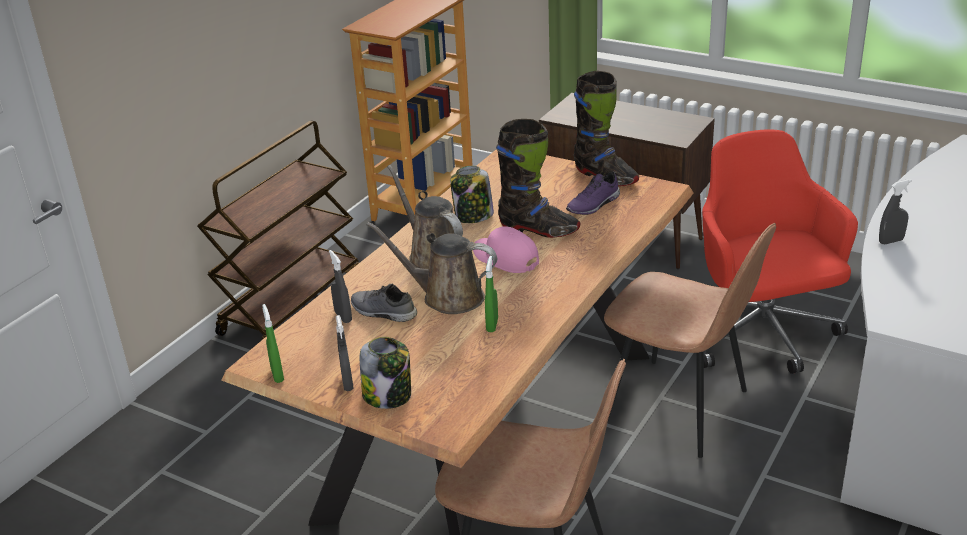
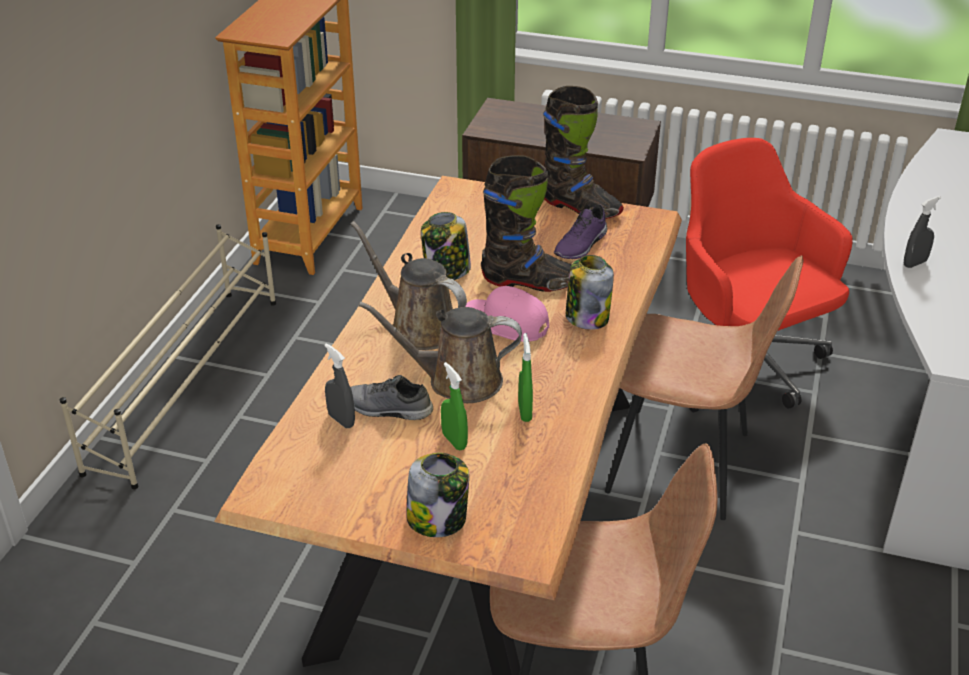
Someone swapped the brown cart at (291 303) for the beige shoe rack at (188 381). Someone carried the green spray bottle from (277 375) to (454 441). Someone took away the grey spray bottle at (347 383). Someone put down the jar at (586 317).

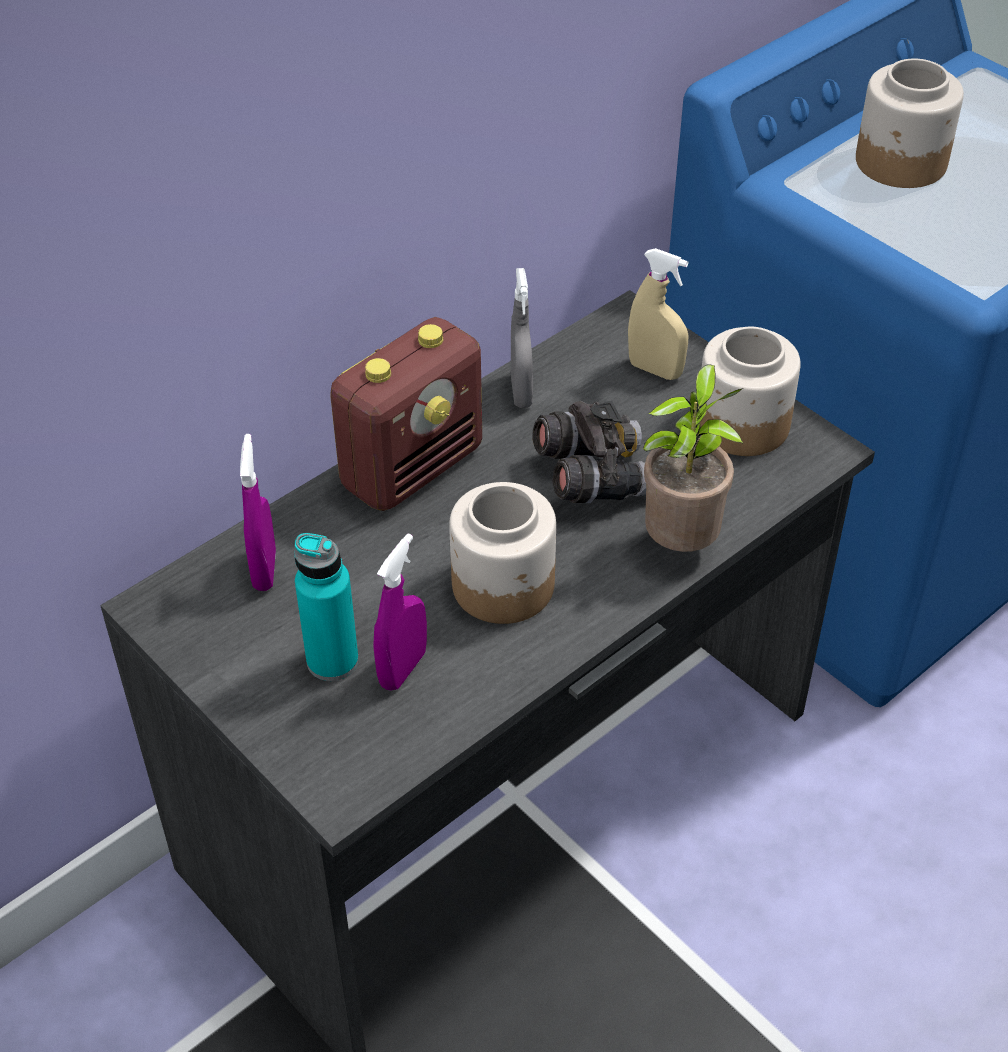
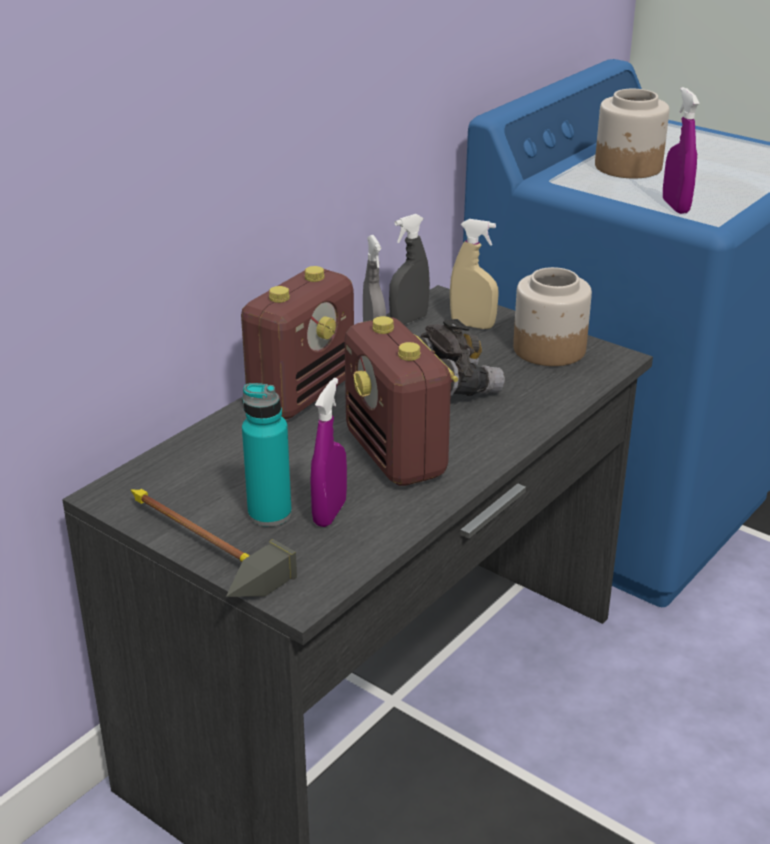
Someone took away the potted plant at (682 543). Someone carried the purple spray bottle from (264 570) to (675 206). Someone swapped the jar at (504 586) for the radio at (397 456). Someone put down the grey spray bottle at (408 320). Someone put down the hammer at (192 549).

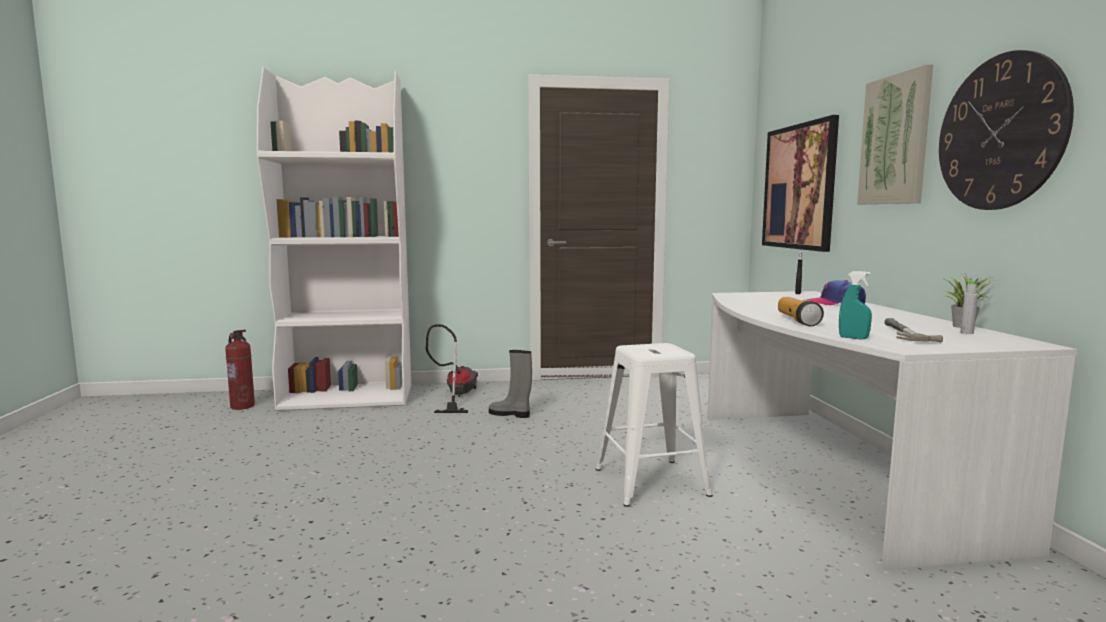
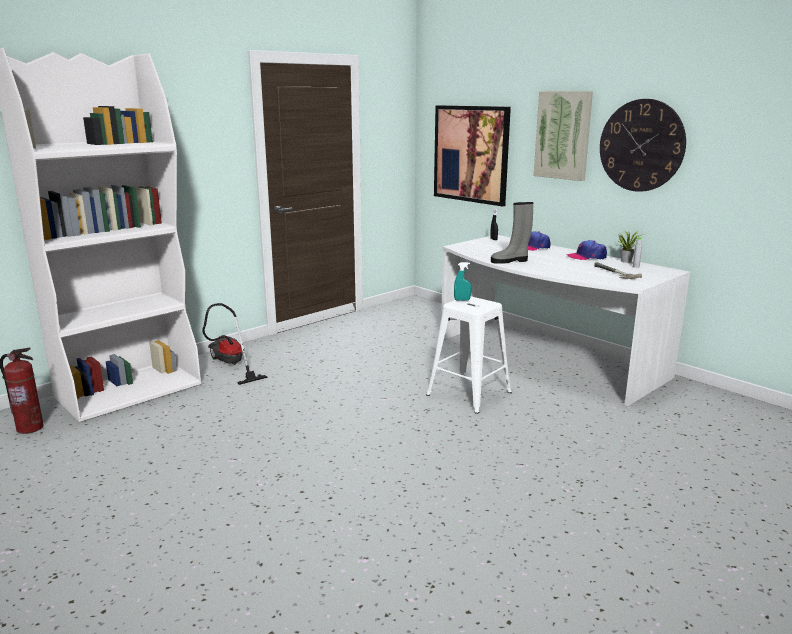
Someone carried the turquoise spray bottle from (853 338) to (462 300). Someone took away the flashlight at (797 321). Someone carried the grey boot from (510 414) to (510 261). Someone put down the cap at (586 257).

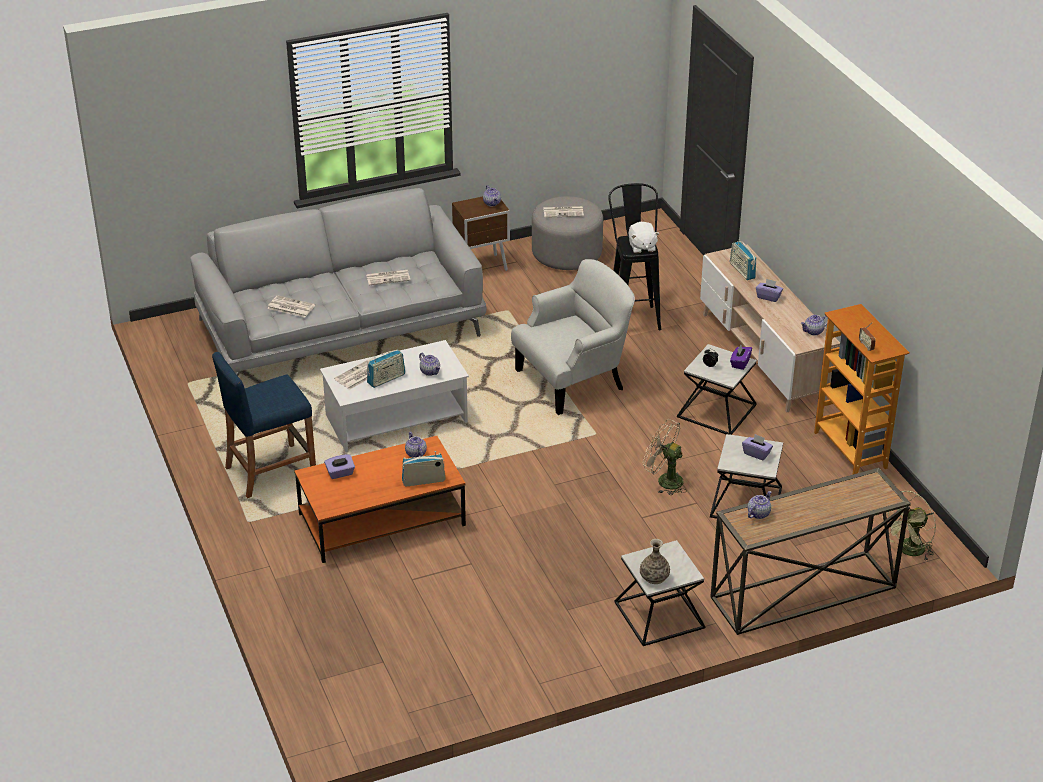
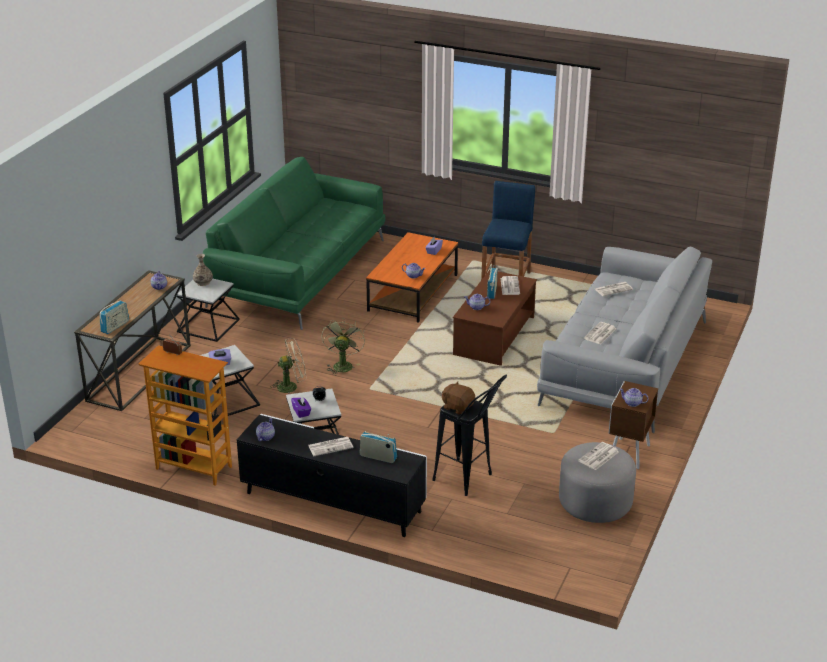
Someone repainted the white plush toy at (642 247), which became the brown plush toy at (458 407). Someone repainted the beige tv stand at (763 357), which became the black tv stand at (333 502). Someone took away the white armchair at (573 380). Someone swapped the purple tissue box at (768 297) for the newspaper at (331 446). Someone repainted the white coffee table at (397 418), which became the brown coffee table at (494 336). Someone carried the radio from (423 481) to (115 326). Someone carried the green fan from (908 551) to (342 364). Someone put down the green sofa at (299 272).

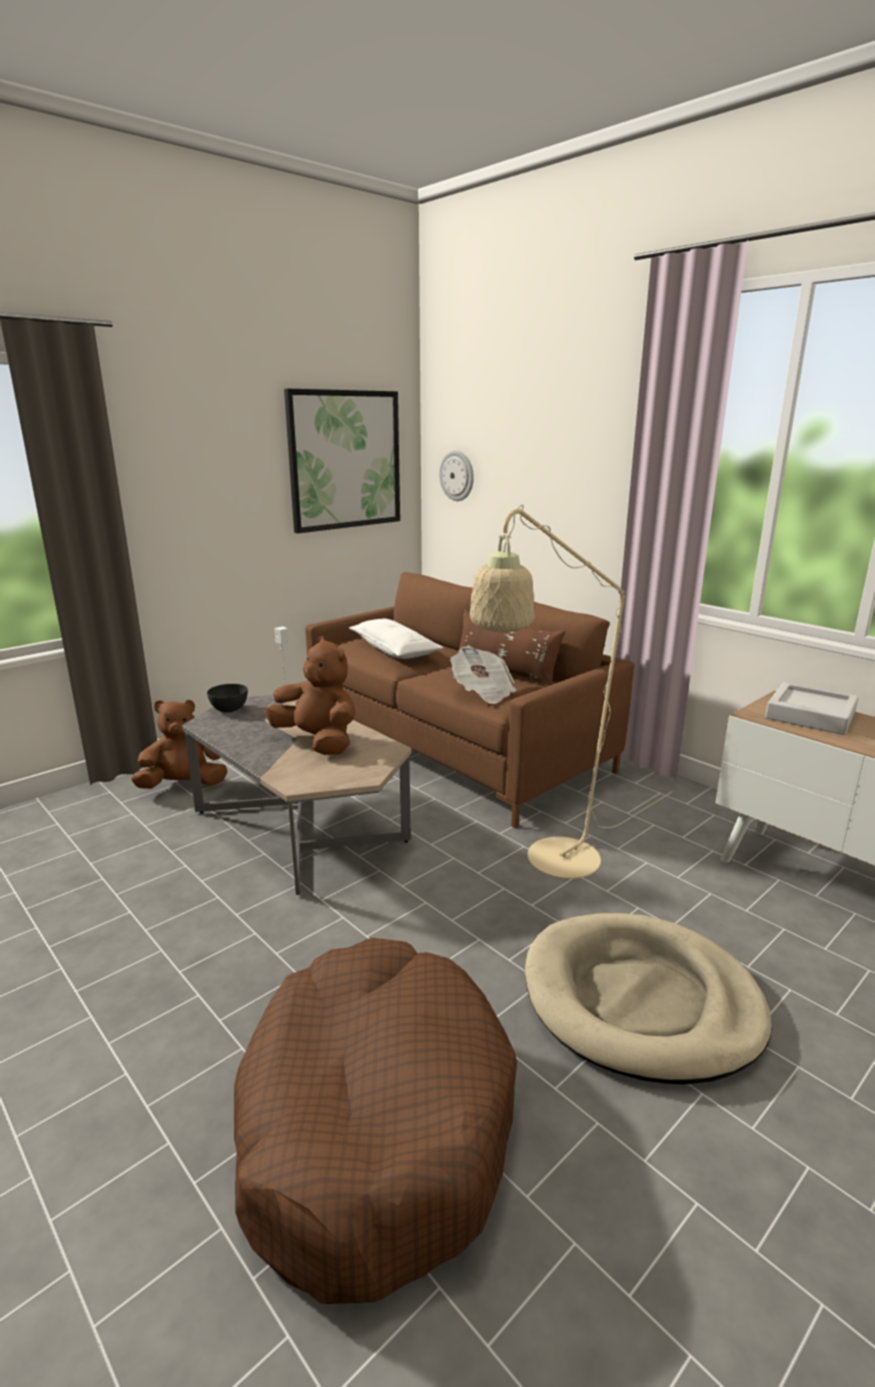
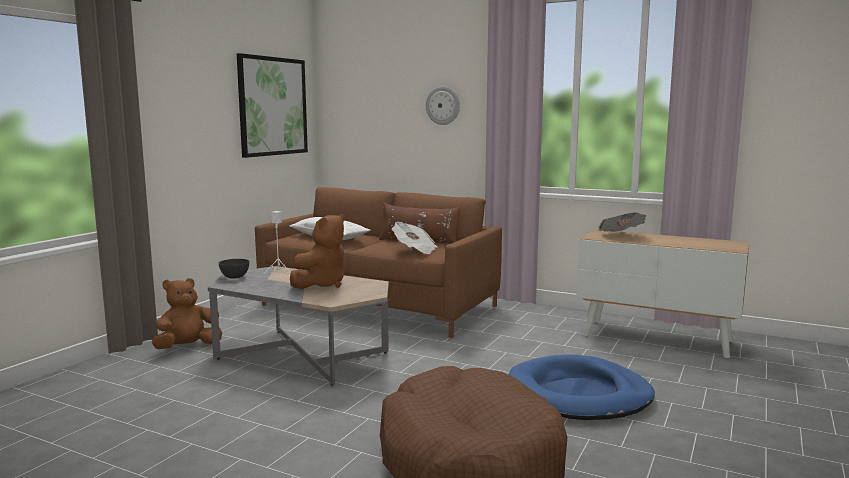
Someone carried the wall clock from (457 475) to (443 105). Someone took away the beige floor lamp at (551 865). Someone rotated the brown plush toy at (318 742) by 105 degrees clockwise. Someone swapped the grey tray at (810 715) for the newspaper at (620 235). Someone repainted the beige dog bed at (641 1001), which became the blue dog bed at (579 394).

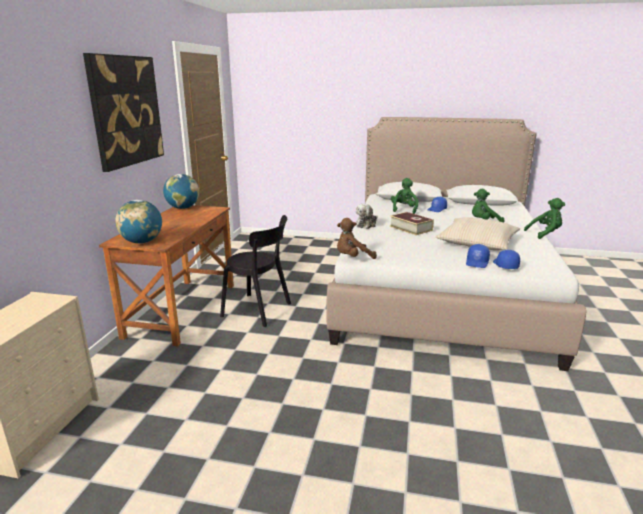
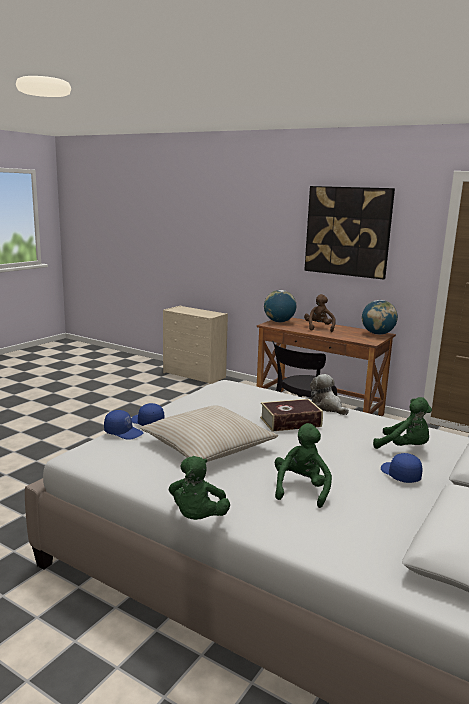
Someone carried the brown plush toy from (353 258) to (319 328).

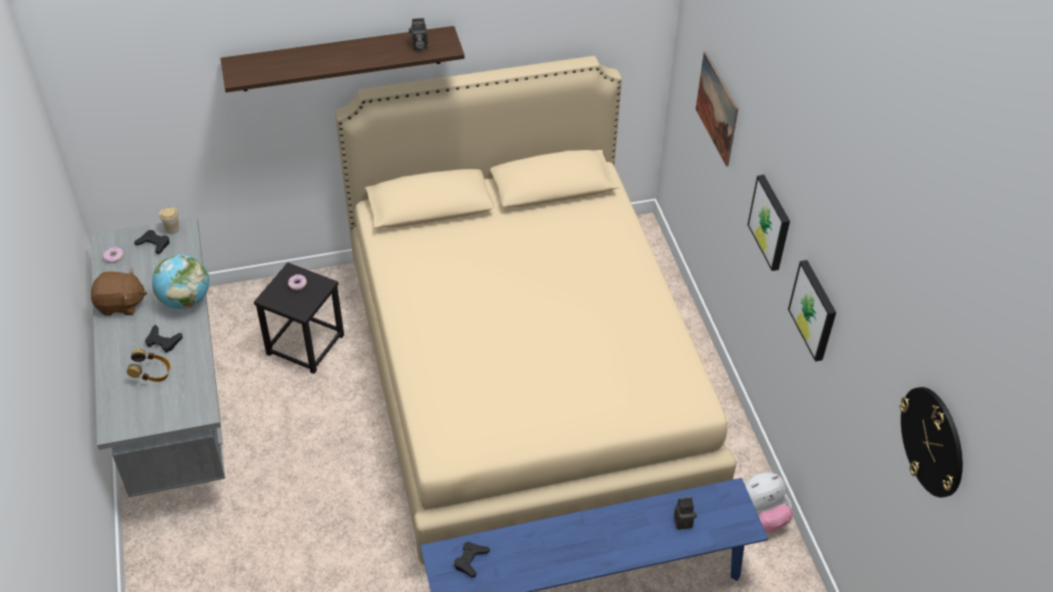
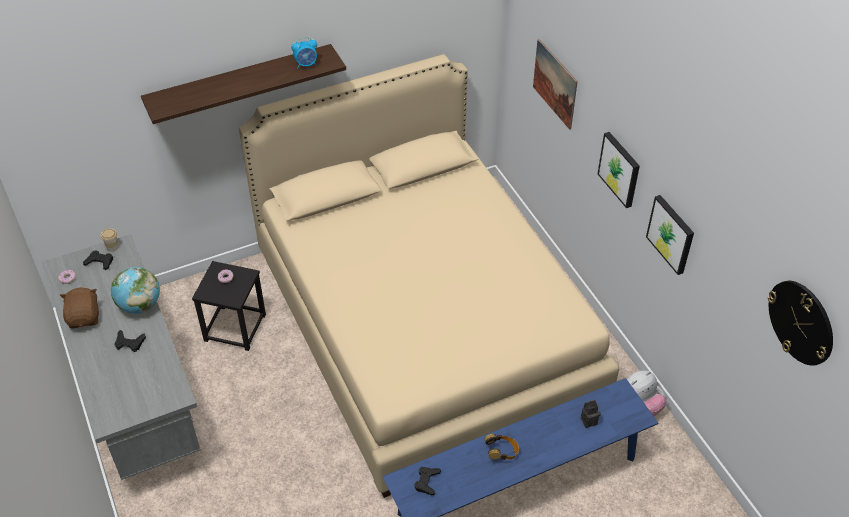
Someone swapped the photo camera at (418 46) for the alarm clock at (306 64). Someone rotated the brown plush toy at (121 304) by 90 degrees counterclockwise. Someone carried the headphones from (152 374) to (502 452).

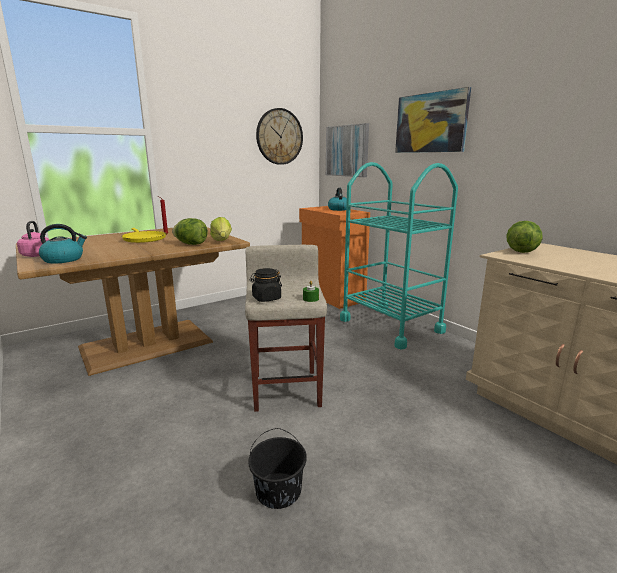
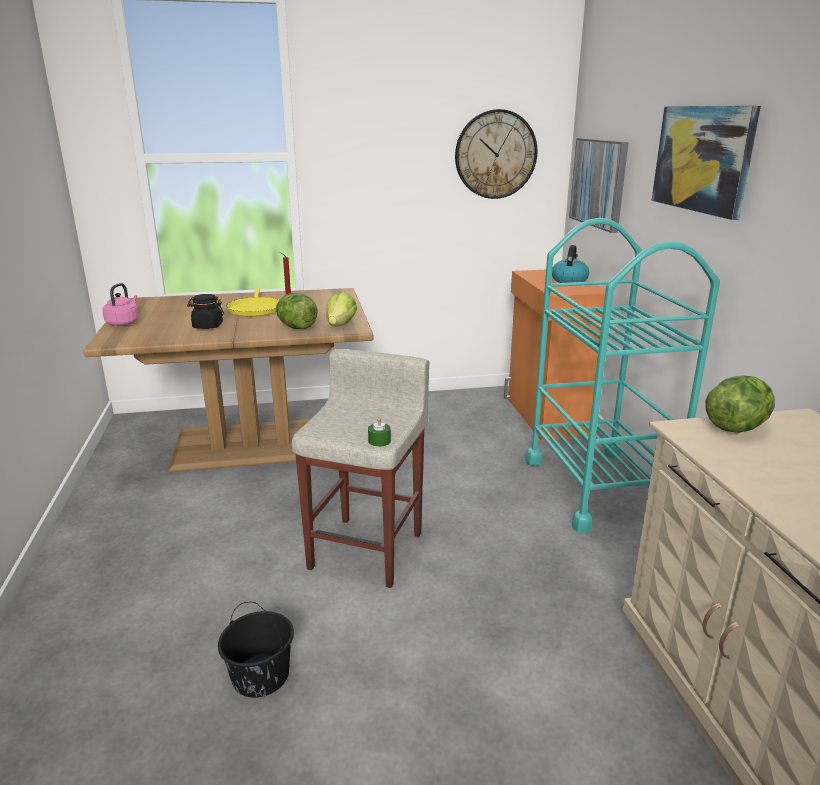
Someone took away the kettle at (64 259). Someone carried the black jar from (266 298) to (207 326).

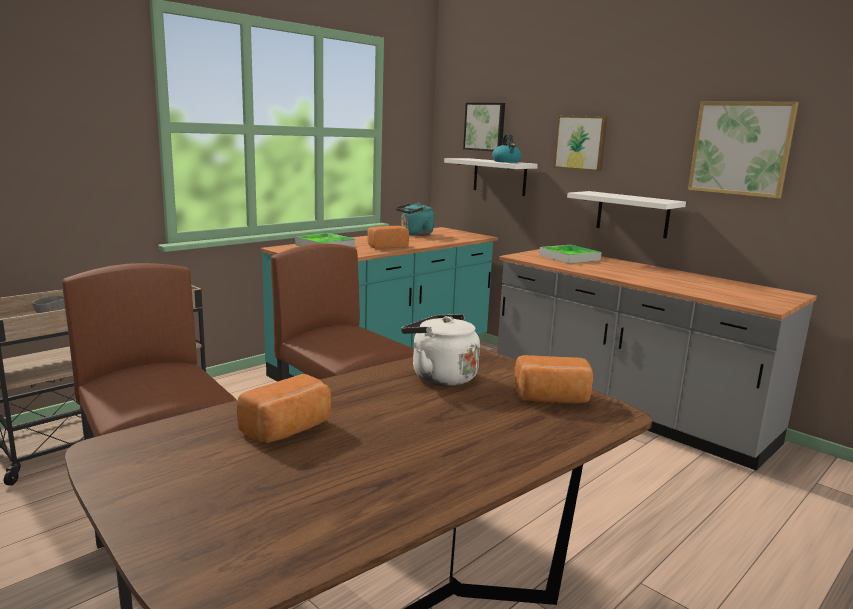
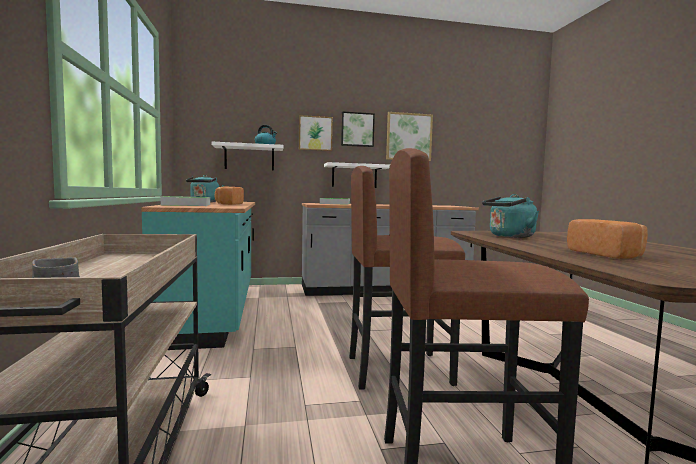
Someone carried the picture from (485 127) to (357 129). Someone repainted the white kettle at (440 376), which became the turquoise kettle at (509 236). Someone took away the bread at (552 399).

